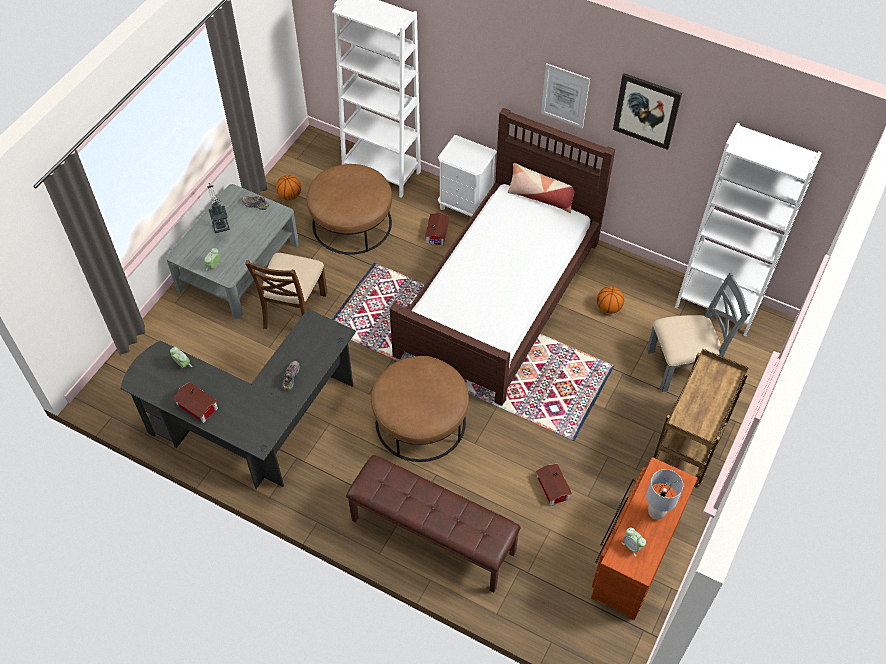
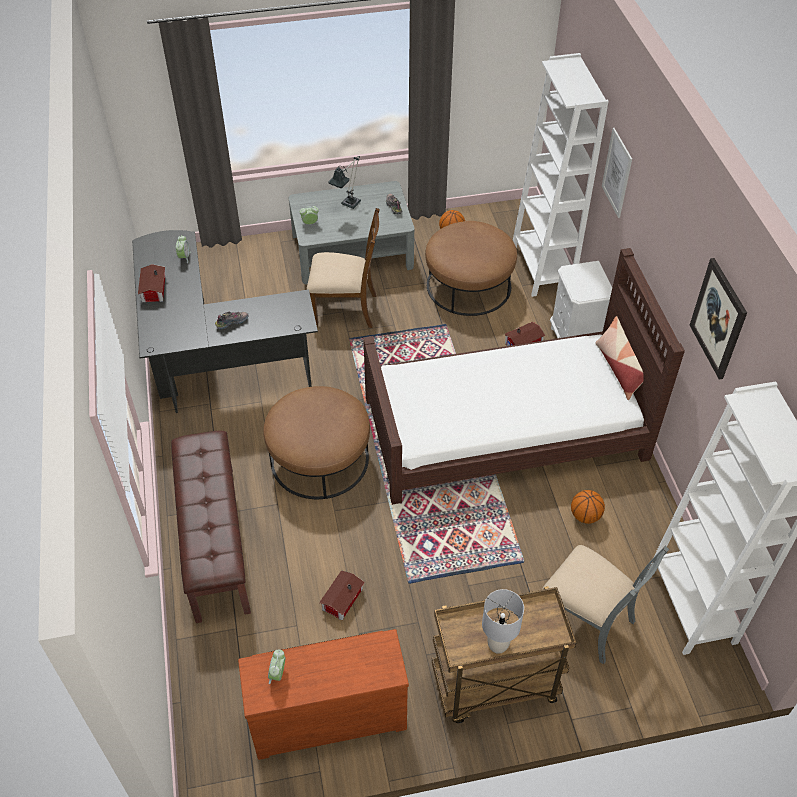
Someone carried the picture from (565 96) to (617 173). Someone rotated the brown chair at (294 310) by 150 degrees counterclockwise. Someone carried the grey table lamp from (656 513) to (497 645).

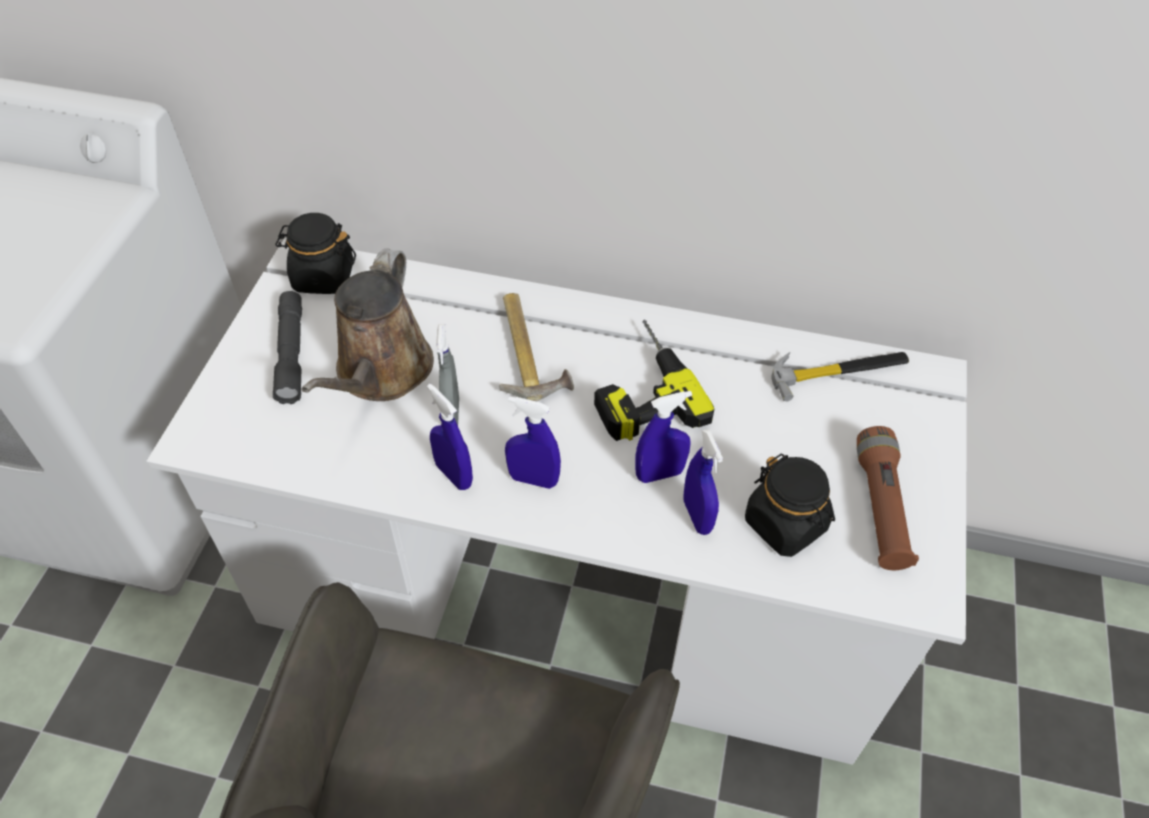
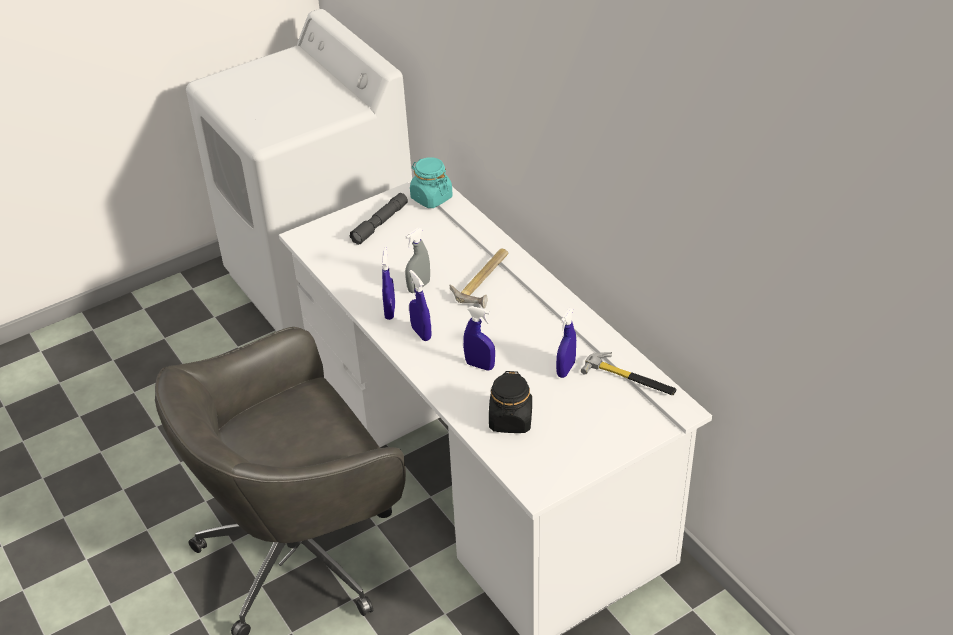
Someone repainted the black jar at (323 277), which became the turquoise jar at (431 198). Someone took away the brown watering can at (381 373). Someone took away the power drill at (639 387). Someone took away the brown flashlight at (880 507). Someone carried the blue spray bottle from (697 516) to (566 369).

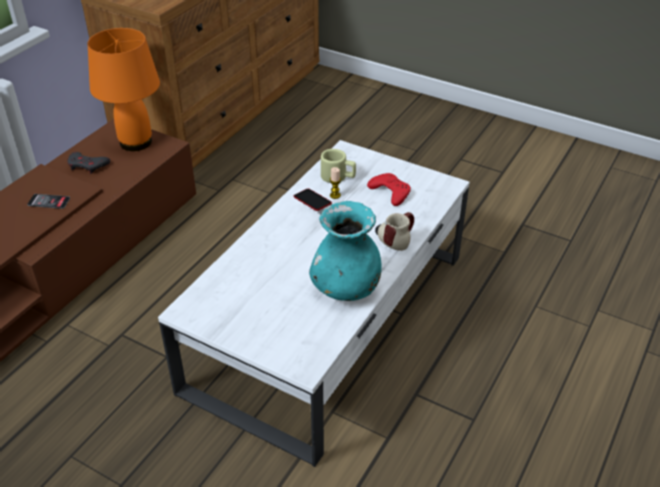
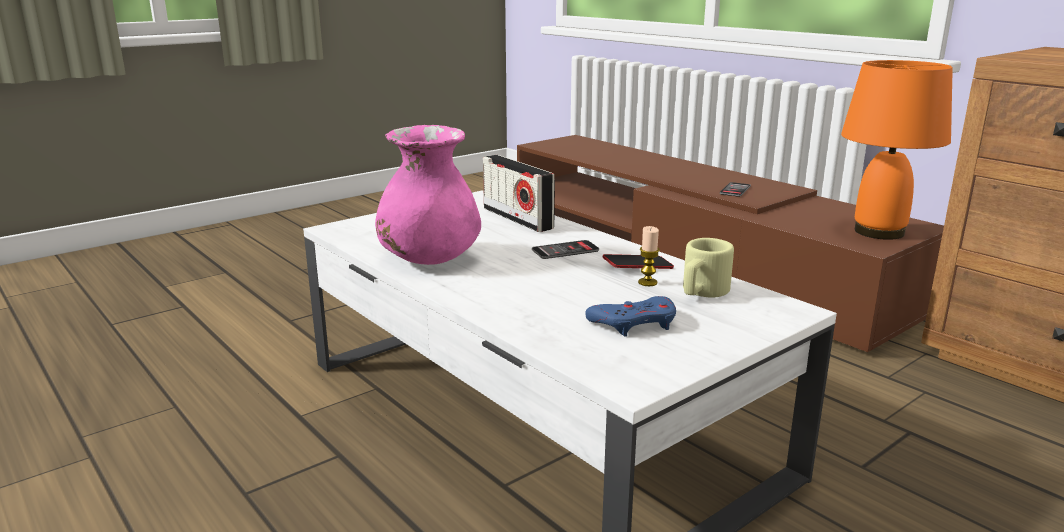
Someone took away the grey game controller at (87 165). Someone repainted the red game controller at (390 192), which became the blue game controller at (634 323). Someone repainted the turquoise vase at (346 288), which became the pink vase at (429 259). Someone took away the mug at (394 239). Someone put down the radio at (517 218). Someone put down the phone at (565 250).

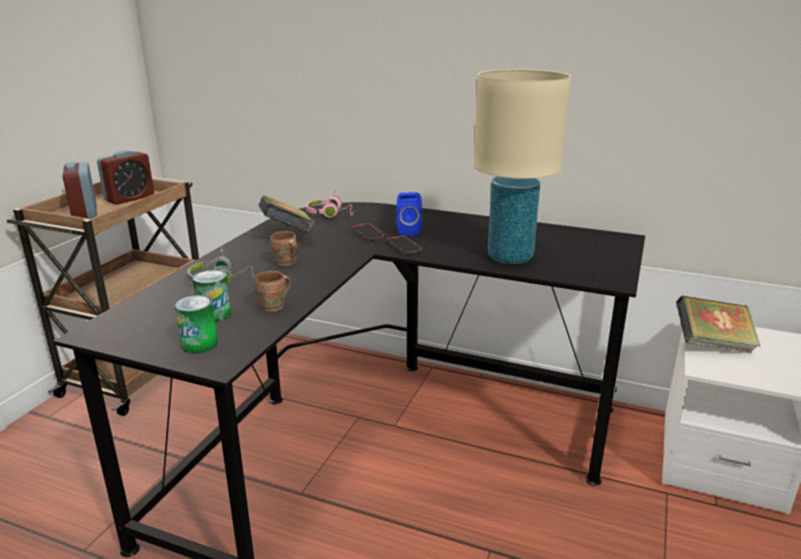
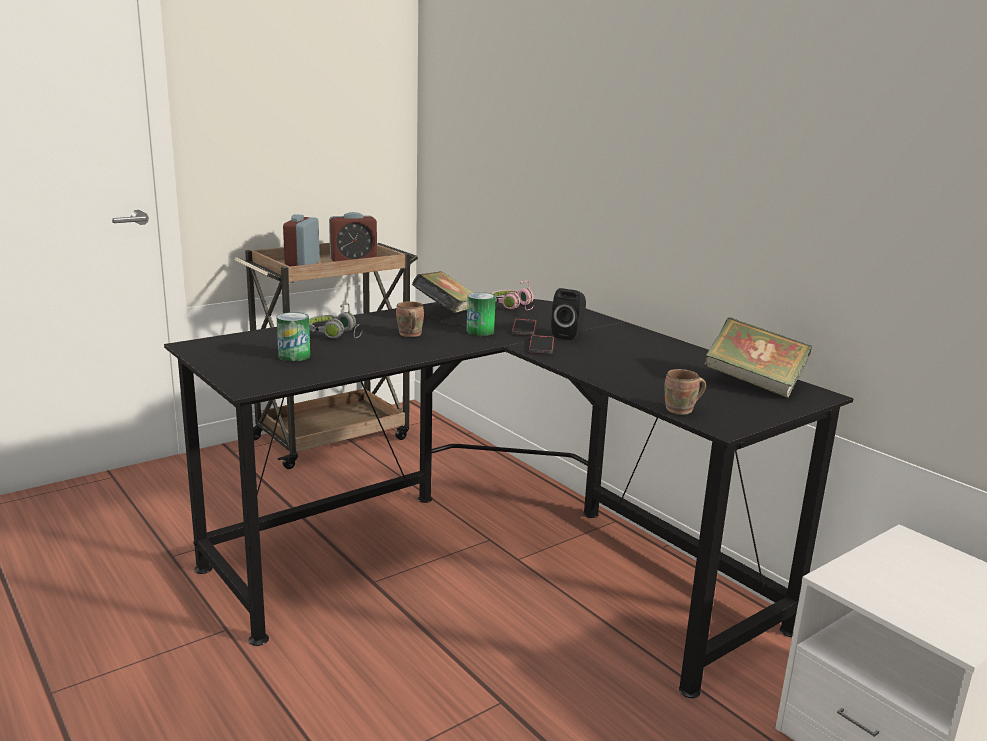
Someone took away the beige table lamp at (510 257). Someone repainted the blue speaker at (408 231), which became the black speaker at (569 335). Someone carried the brown mug from (274 307) to (681 411). Someone carried the can from (199 344) to (480 331). Someone carried the book from (712 344) to (753 383).

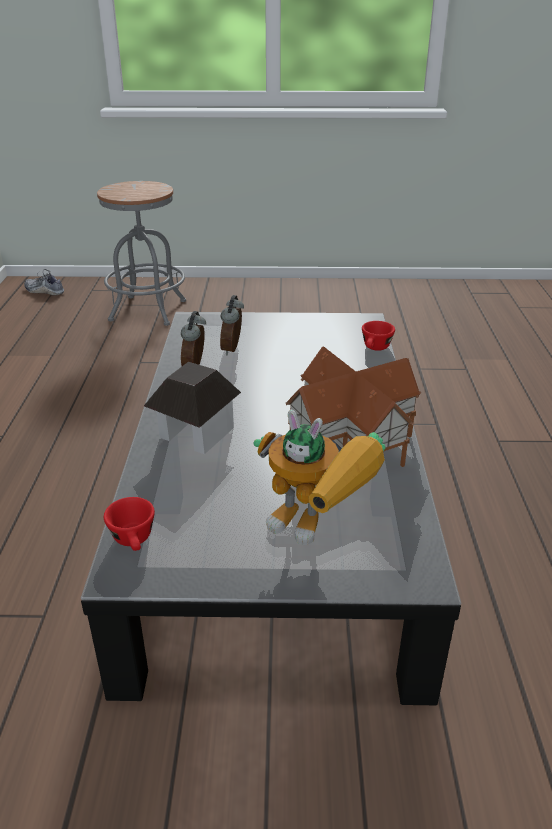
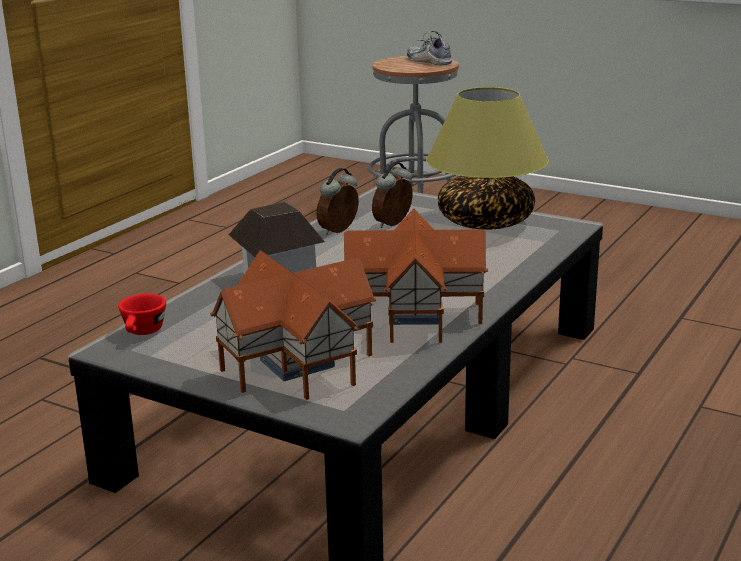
Someone carried the shoe from (44 291) to (428 61). Someone took away the red cup at (375 348). Someone swapped the toy robot at (318 529) for the toy house at (299 363). Someone put down the table lamp at (486 221).

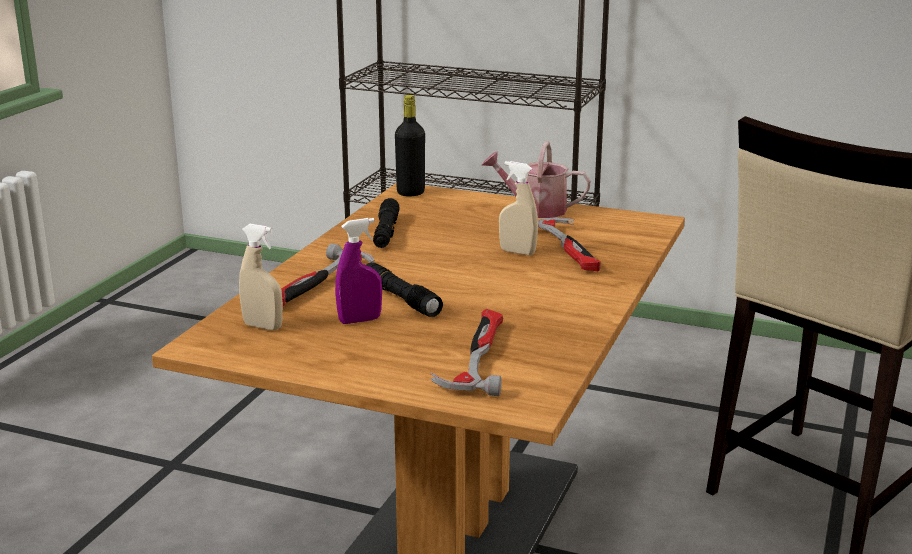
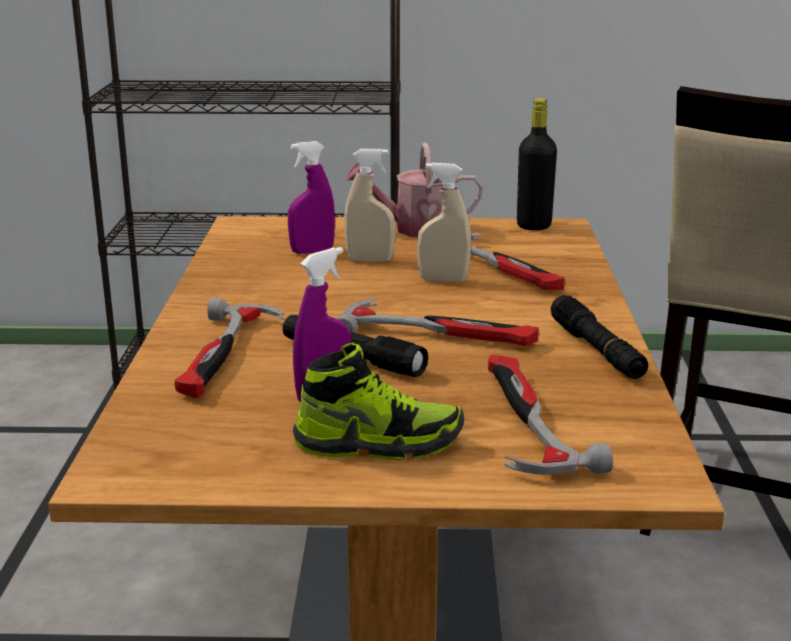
Someone carried the black bottle from (410 192) to (533 226). Someone carried the black flashlight from (386 232) to (596 350). Someone carried the beige spray bottle from (263 326) to (370 260). Someone put down the purple spray bottle at (312 251). Someone put down the hammer at (439 334). Someone put down the shoe at (378 443).

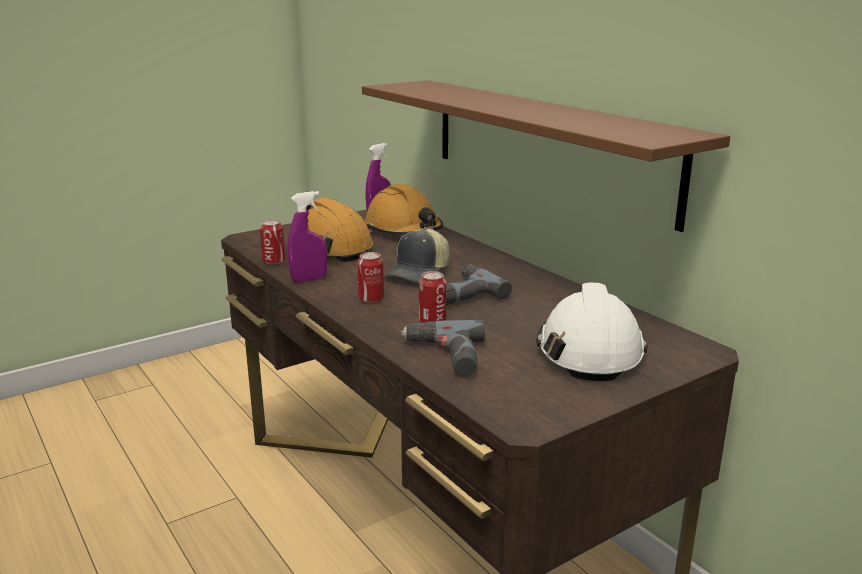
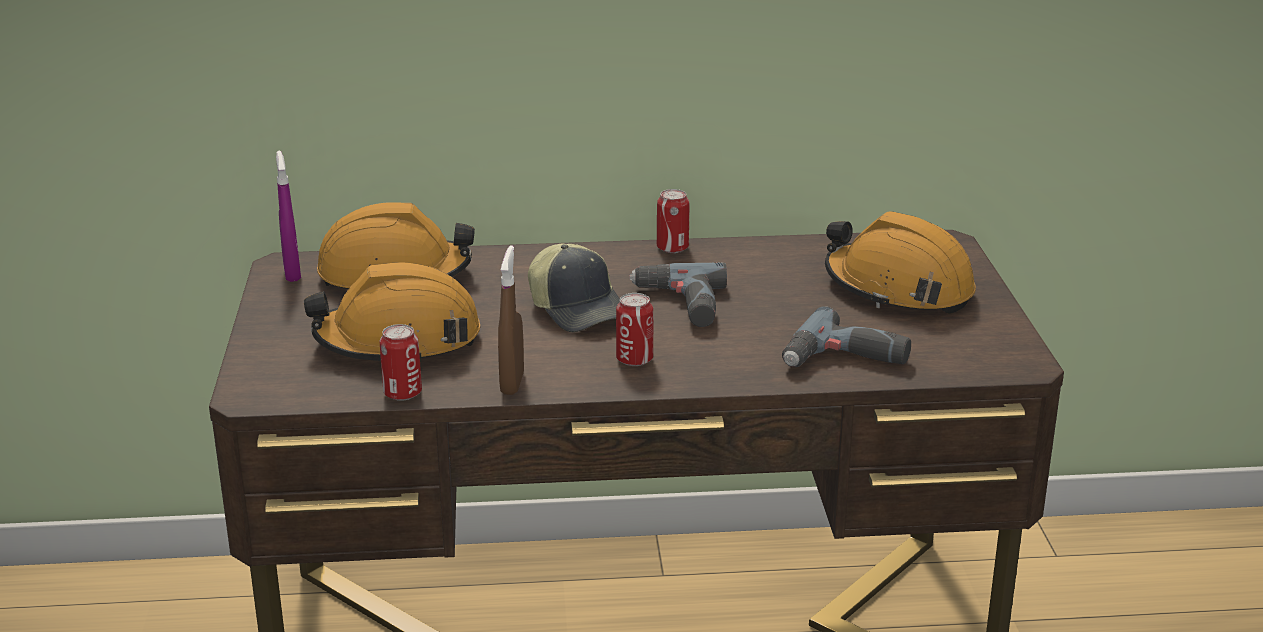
Someone took away the brown shelf at (546 146). Someone repainted the purple spray bottle at (309 279), which became the brown spray bottle at (512 383). Someone carried the can from (432 321) to (672 248). Someone repainted the white hard hat at (589 351), which became the orange hard hat at (898 288).

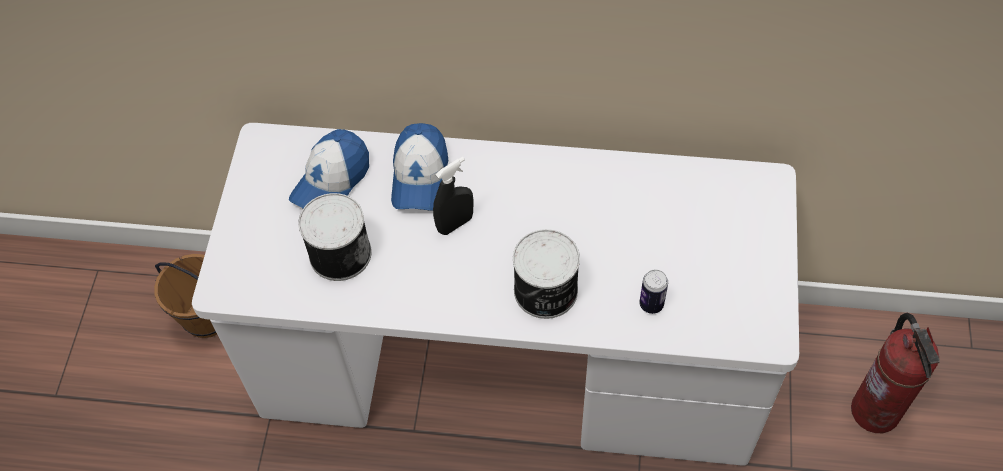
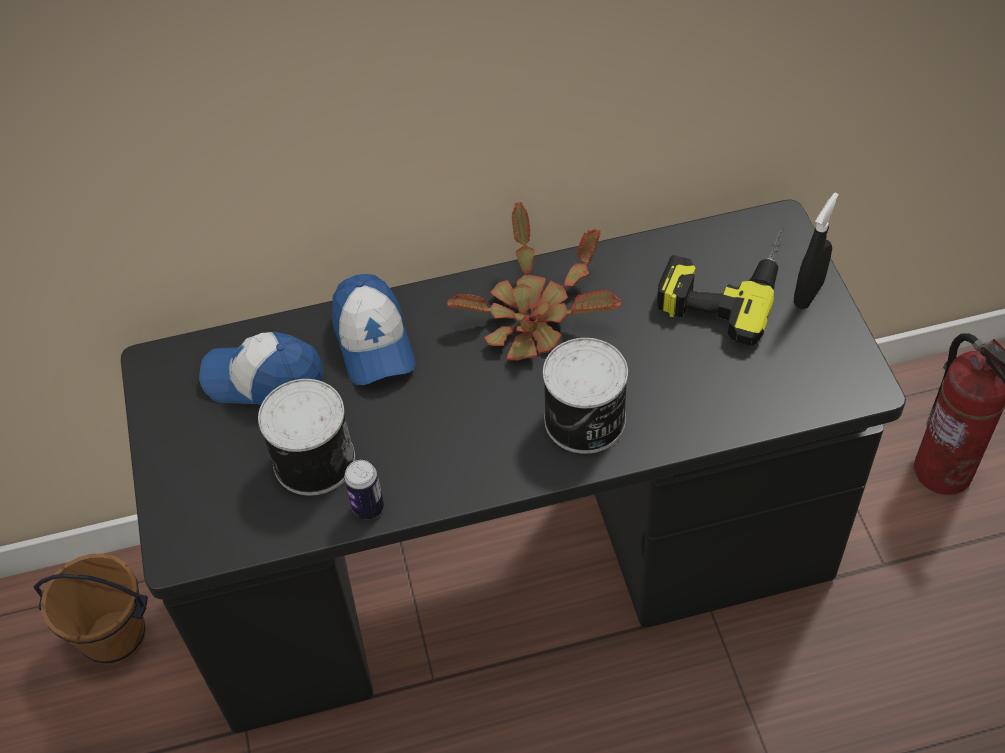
Someone repainted the white desk at (508 368), which became the black desk at (516 567). Someone rotated the cap at (331 181) by 90 degrees clockwise. Someone carried the black spray bottle from (455 224) to (808 293). Someone carried the can from (651 304) to (368 508). Someone put down the potted plant at (534 316). Someone put down the power drill at (724 281).

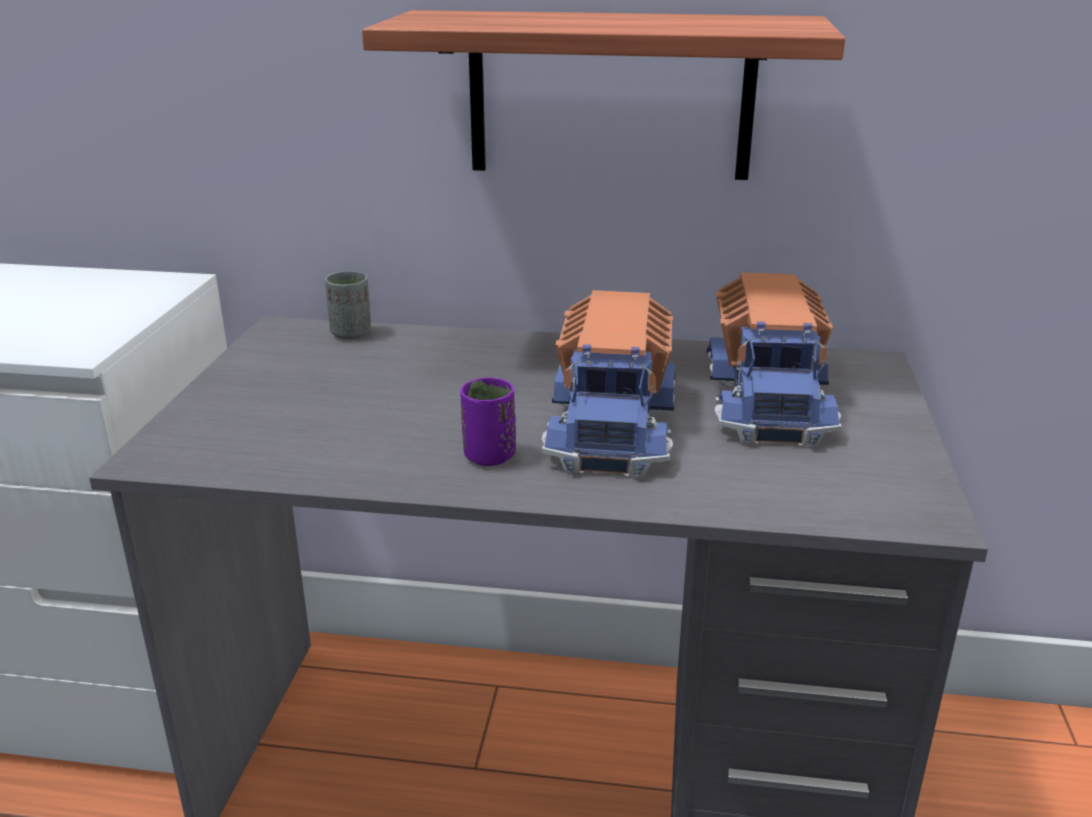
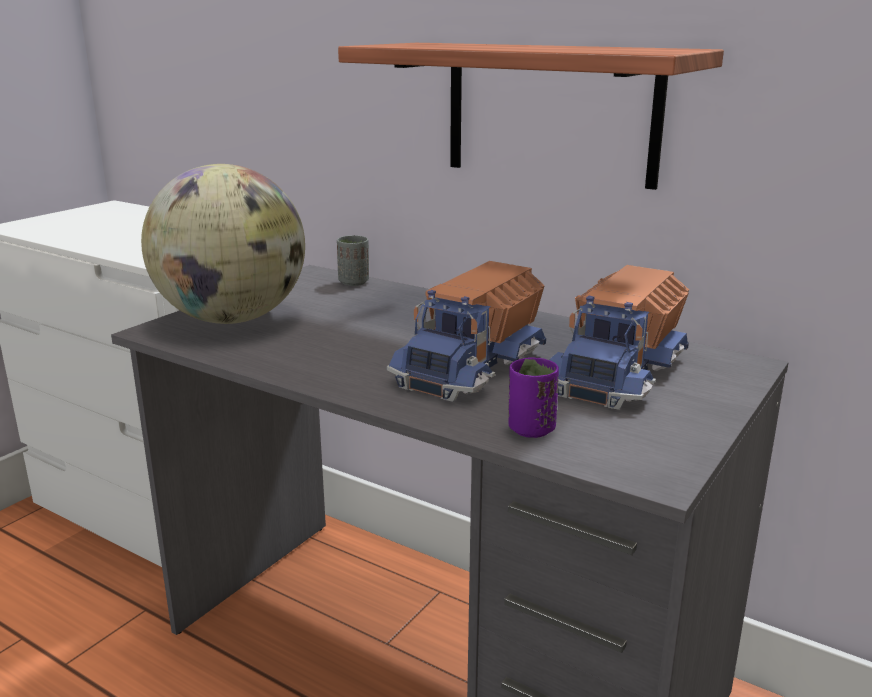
Someone carried the purple cup from (489 456) to (531 429). Someone put down the globe at (232 319).

